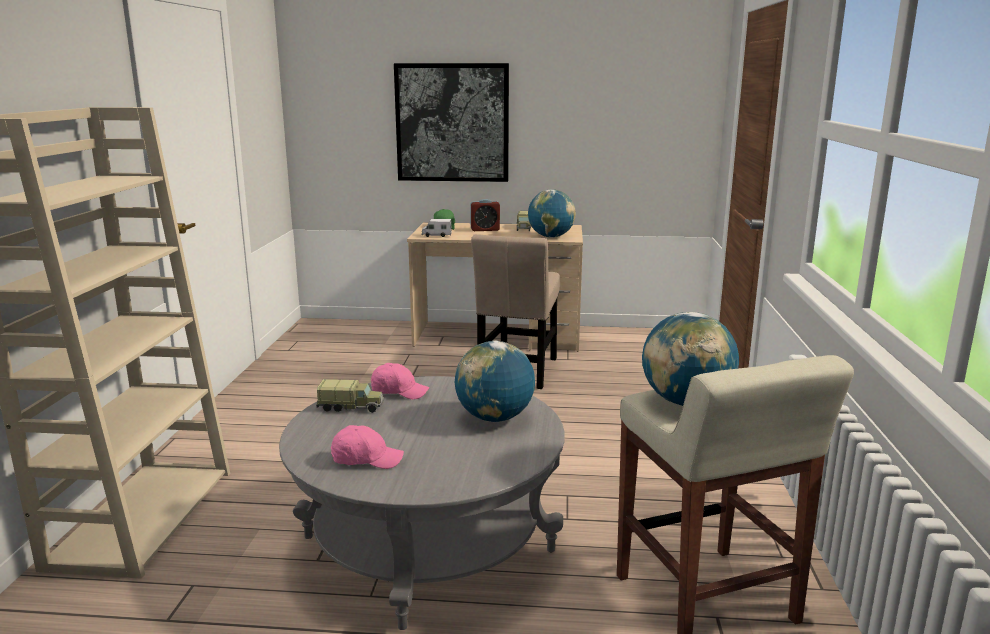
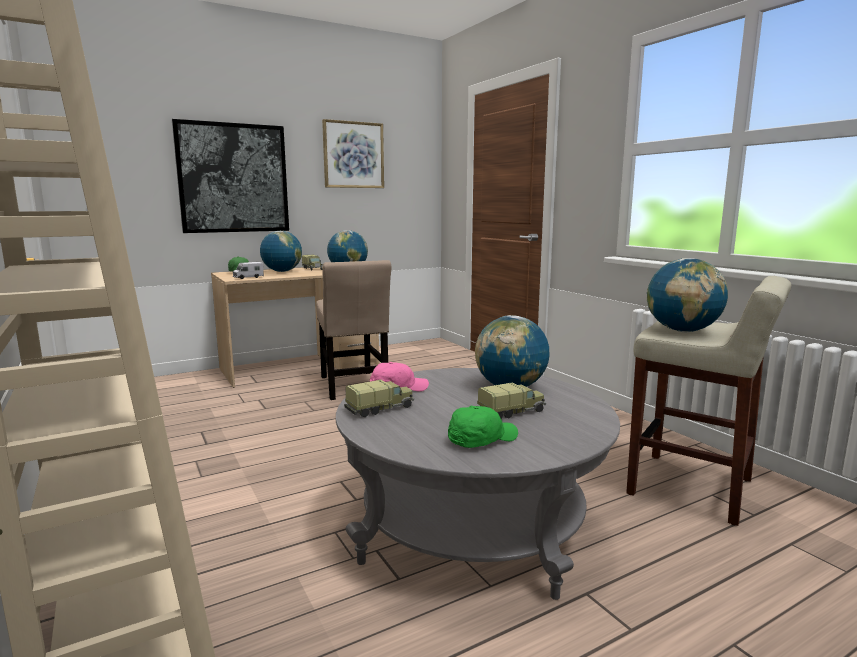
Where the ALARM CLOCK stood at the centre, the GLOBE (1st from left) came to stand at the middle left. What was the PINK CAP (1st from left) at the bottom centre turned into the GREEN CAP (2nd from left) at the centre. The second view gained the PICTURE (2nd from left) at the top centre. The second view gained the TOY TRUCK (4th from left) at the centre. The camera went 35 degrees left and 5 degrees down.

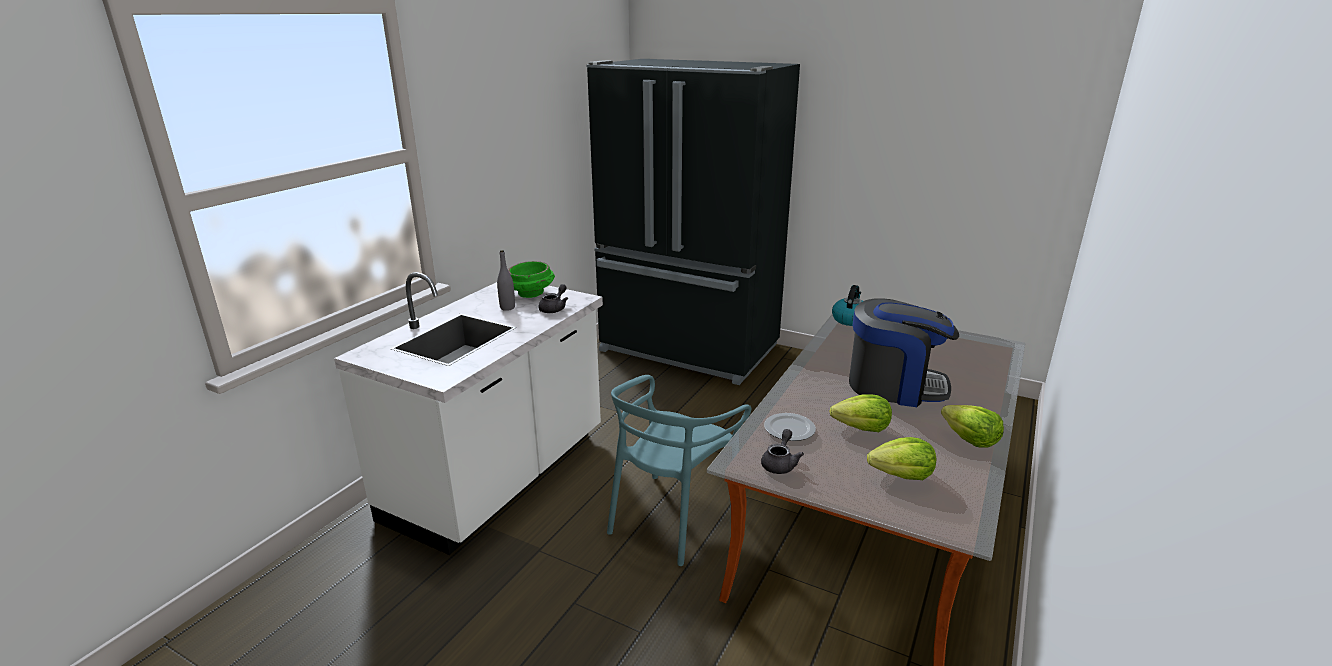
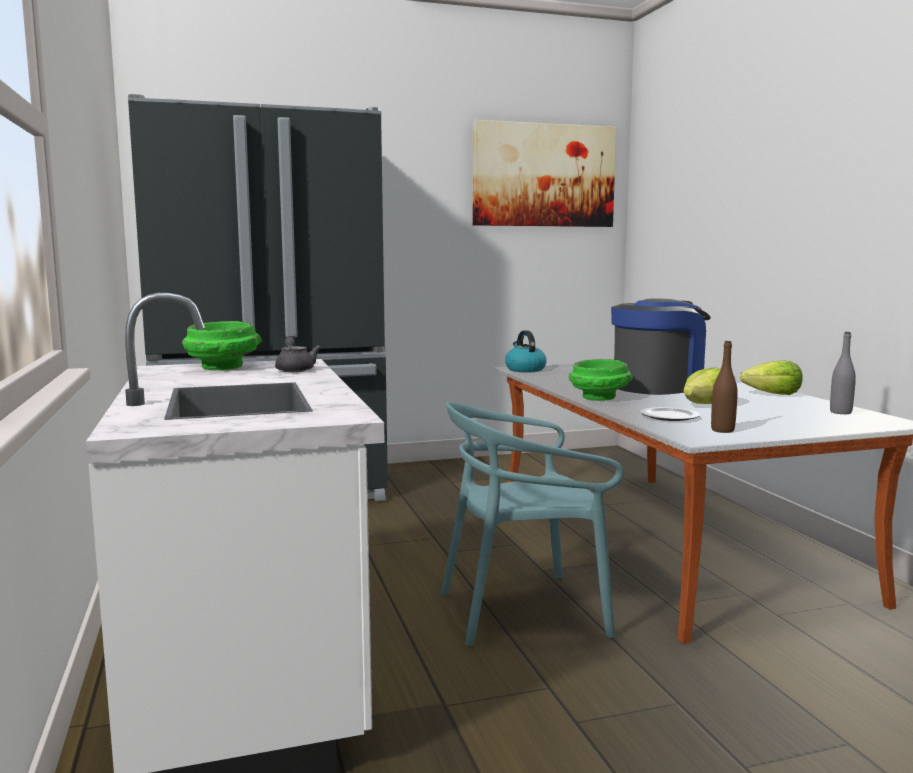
The GREY BOTTLE ended up elsewhere, having gone from the centre to the middle right. The TURQUOISE CHAIR at the bottom centre ended up facing another way, 90 degrees clockwise from before. Where the GREY TEAPOT (2nd from left) stood at the bottom centre, the BROWN BOTTLE came to stand at the middle right. The second view lost the LETTUCE (2nd from left) at the bottom right. The second view gained the PICTURE at the top centre. The second view gained the GREEN BOWL (2nd from left) at the centre. The camera went 45 degrees left and 15 degrees down.

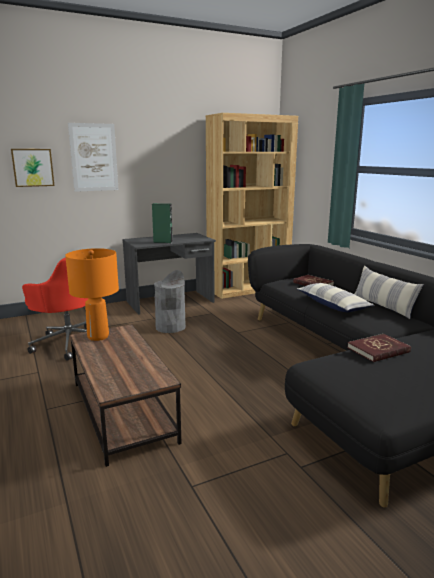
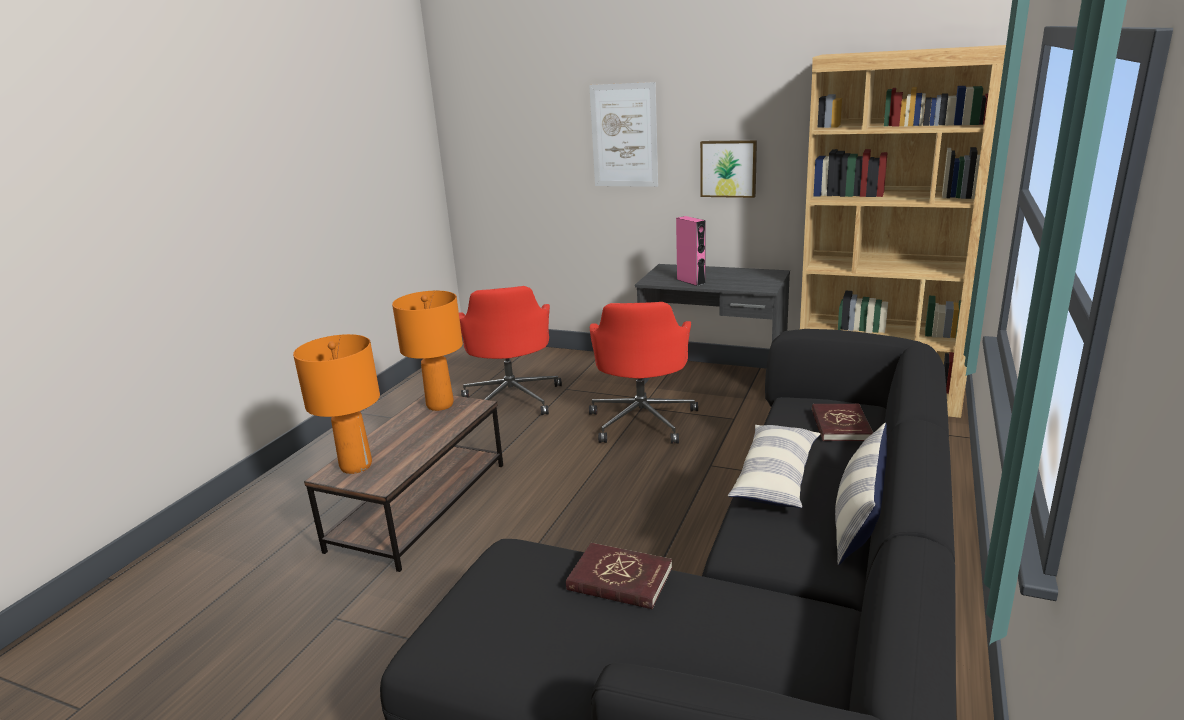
The PICTURE (1st from left in the first image) ended up elsewhere, having gone from the top left to the top centre. What was the GREEN SPEAKER at the centre turned into the PINK SPEAKER at the centre. Where the GREY TRASH CAN stood at the centre, the RED OFFICE CHAIR (2nd from left) came to stand at the centre. The second view gained the ORANGE TABLE LAMP (1st from left) at the middle left. The camera went 50 degrees right and 5 degrees up.

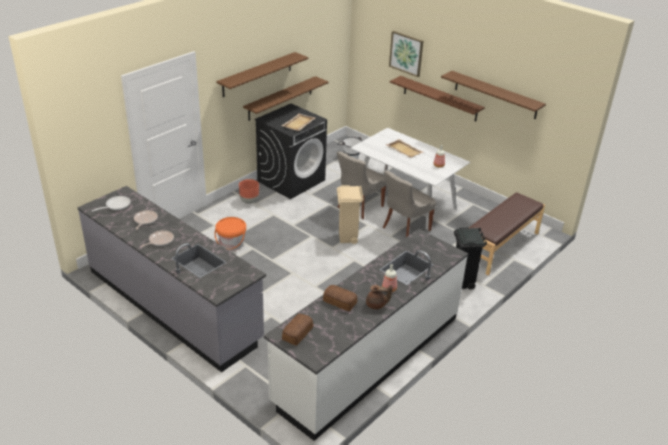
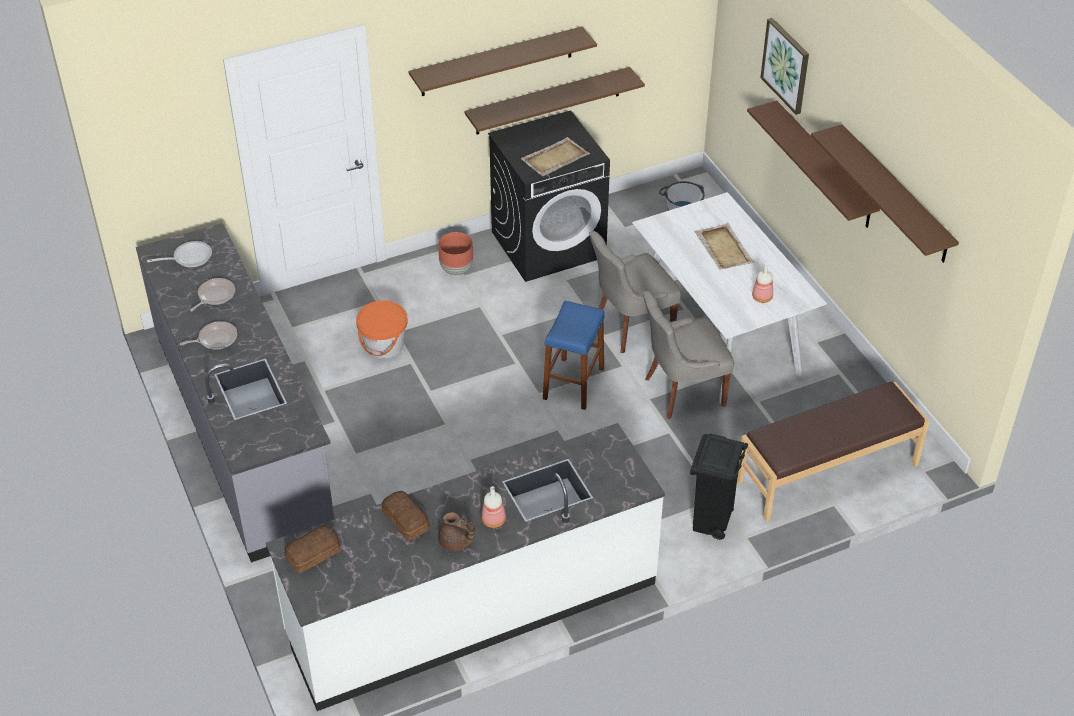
Where the BEIGE TRASH CAN stood at the centre, the BLUE STOOL came to stand at the centre. The camera went 25 degrees right and 10 degrees up.

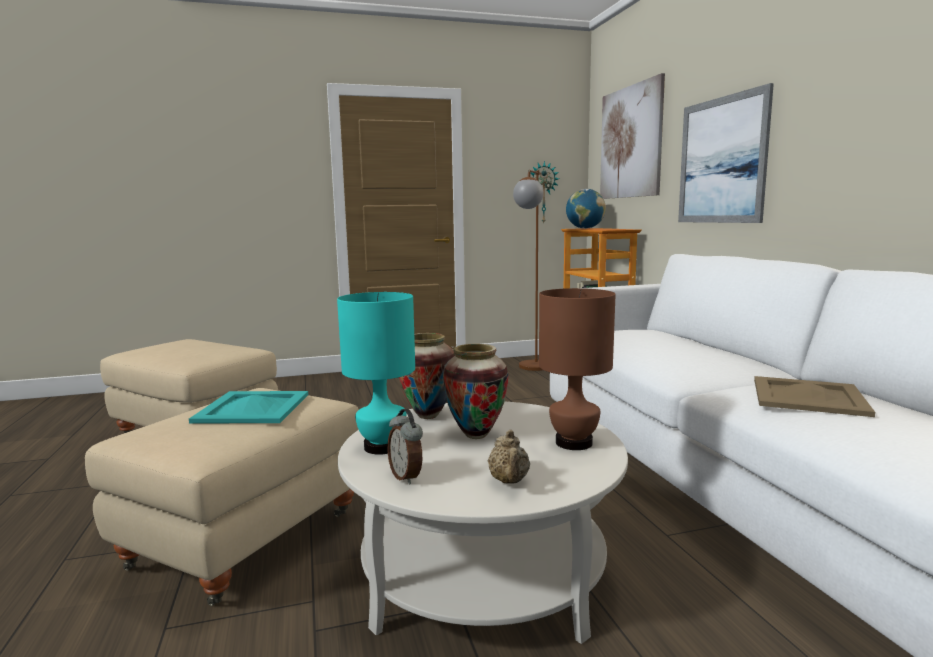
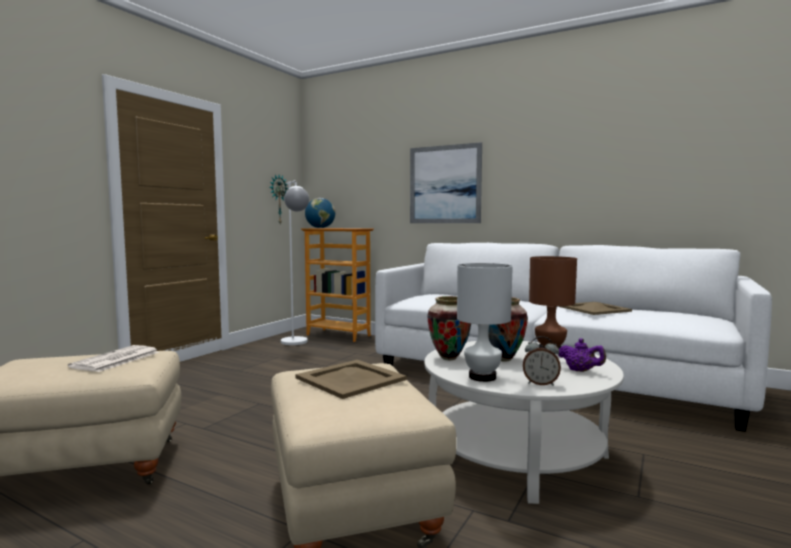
The second view lost the PICTURE (1st from left) at the top right. What was the BROWN FLOOR LAMP at the centre turned into the WHITE FLOOR LAMP at the centre. What was the TURQUOISE TABLE LAMP at the centre turned into the WHITE TABLE LAMP at the centre. What was the TURQUOISE TRAY at the middle left turned into the BEIGE TRAY (1st from left) at the bottom centre. What was the BEIGE TEAPOT at the bottom centre turned into the PURPLE TEAPOT at the middle right. The second view gained the NEWSPAPER at the middle left. The camera went 45 degrees left and 5 degrees down.

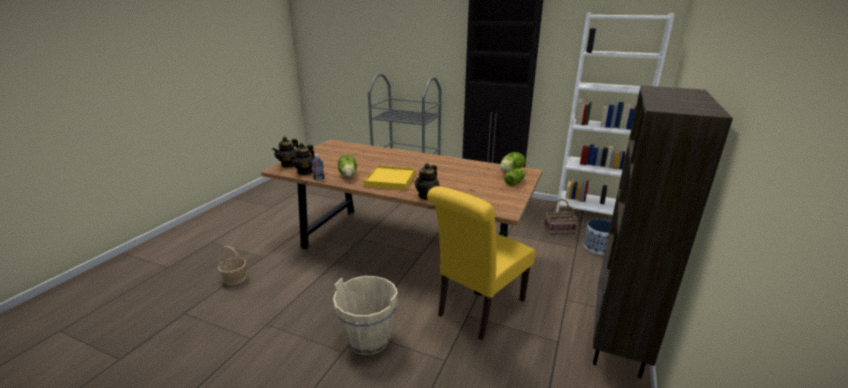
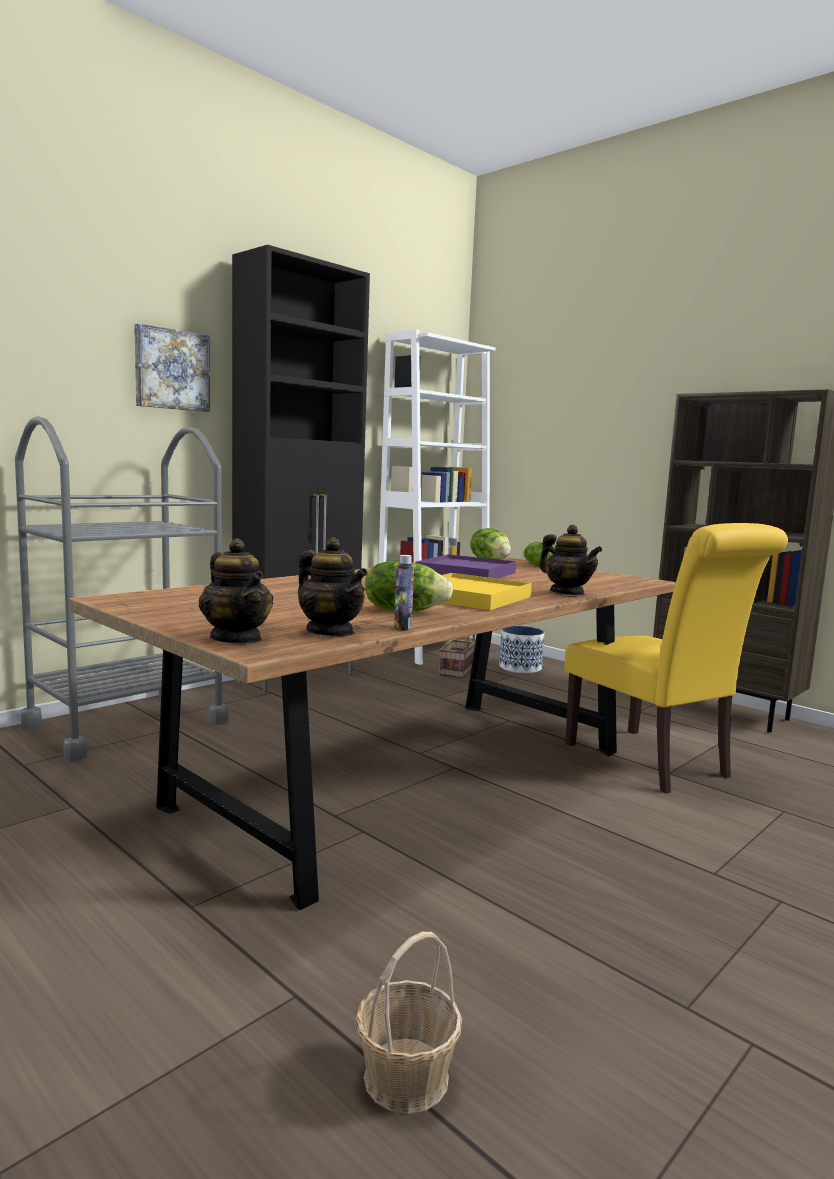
The second view lost the BEIGE BUCKET at the bottom centre. The second view gained the PICTURE at the top left. The second view gained the PURPLE TRAY at the centre. The camera went 70 degrees left and 15 degrees down.

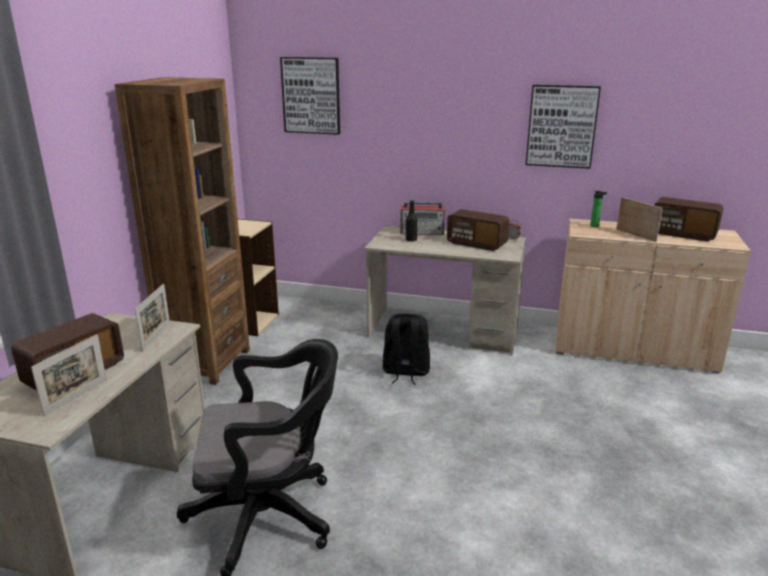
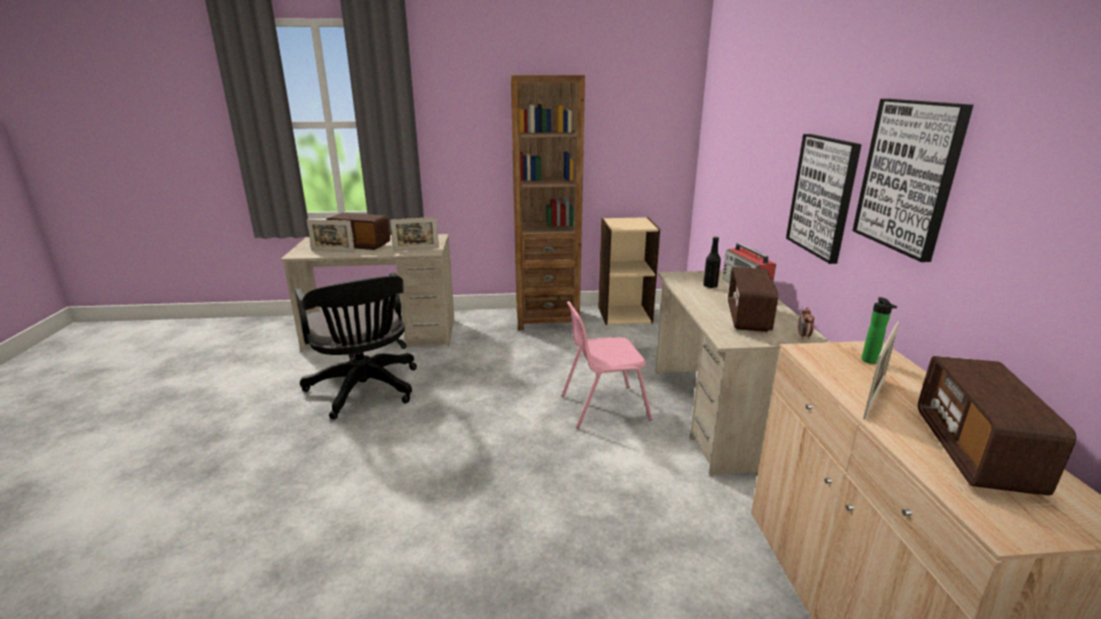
The PICTURE (1st from left) ended up elsewhere, having gone from the top centre to the top right. Where the BLACK BACKPACK stood at the centre, the PINK CHAIR came to stand at the centre. The camera went 70 degrees right and 0 degrees up.

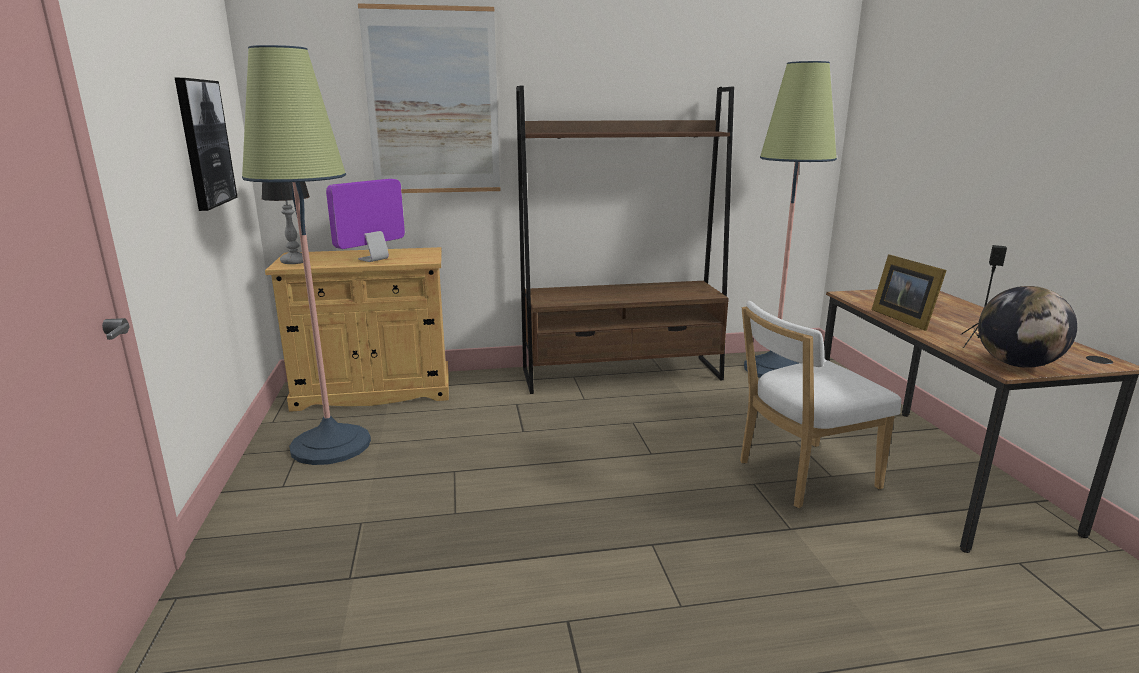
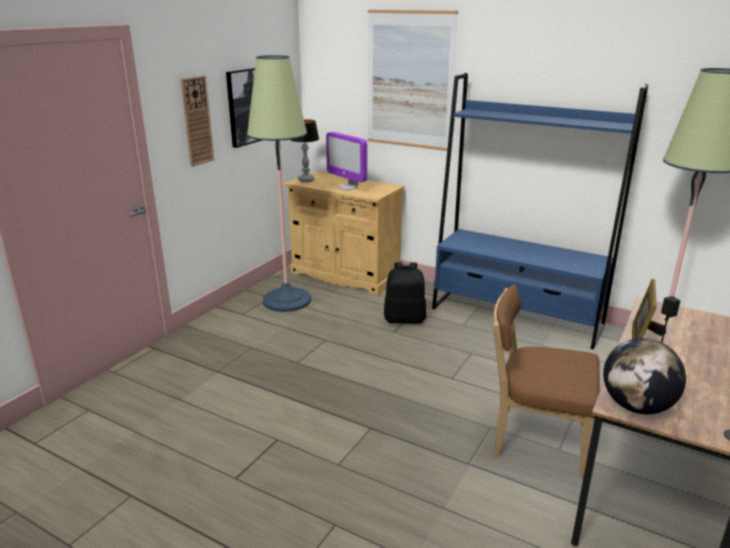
What was the BROWN BOOKCASE at the centre turned into the BLUE BOOKCASE at the middle right. The MONITOR at the top left ended up facing another way, 120 degrees counterclockwise from before. What was the WHITE CHAIR at the middle right turned into the BROWN CHAIR at the bottom right. The second view gained the WALL CLOCK at the top left. The second view gained the BLACK BACKPACK at the centre. The camera went 40 degrees right and 5 degrees up.

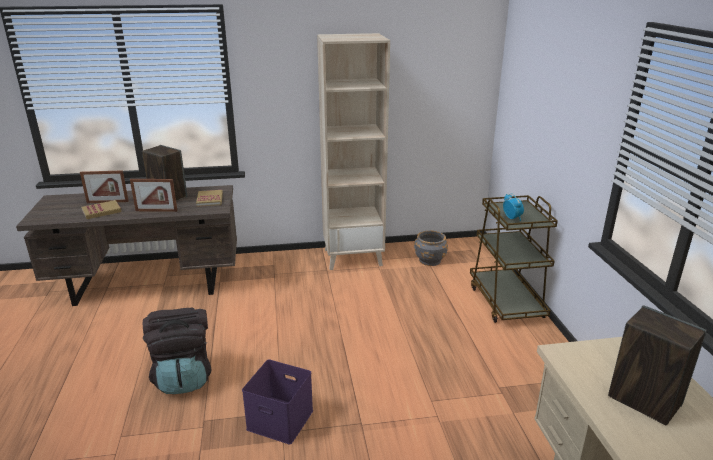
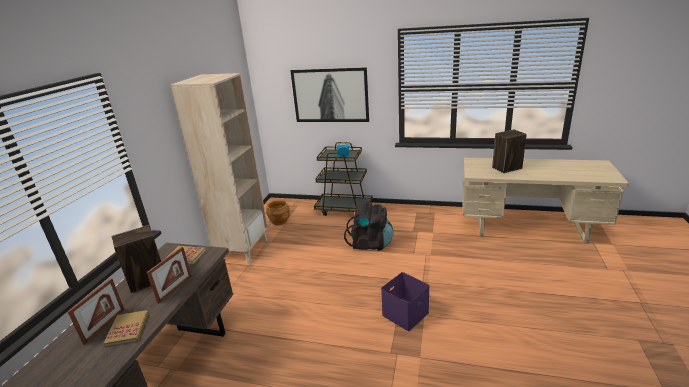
What was the GREY PLANTER at the centre turned into the BROWN PLANTER at the centre. The BLACK BACKPACK ended up elsewhere, having gone from the bottom left to the centre. The second view gained the PICTURE at the top centre. The camera went 65 degrees left and 0 degrees up.

